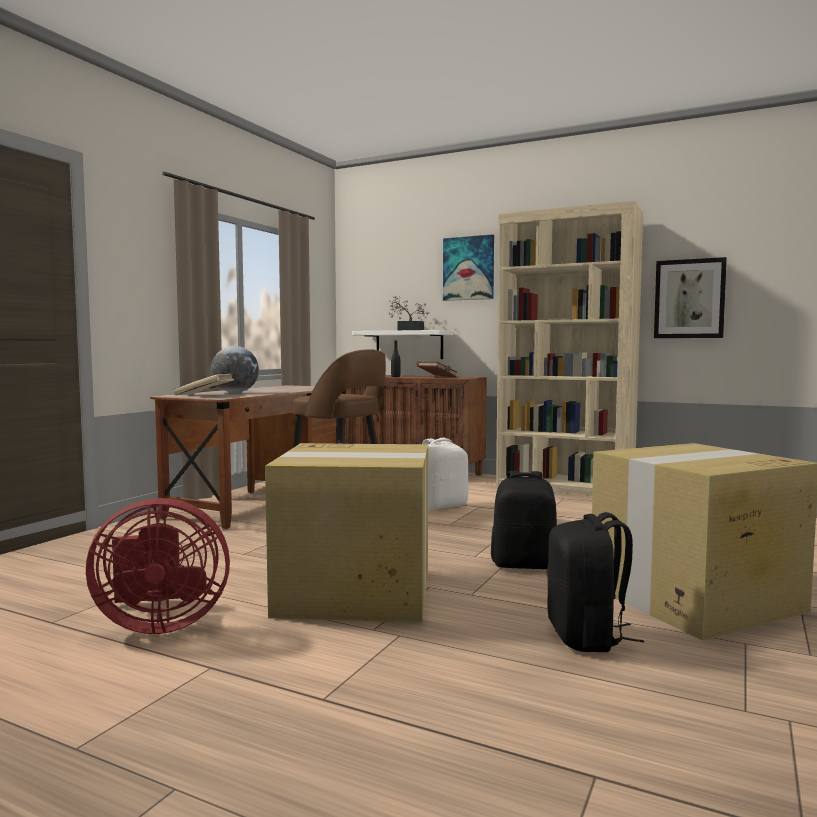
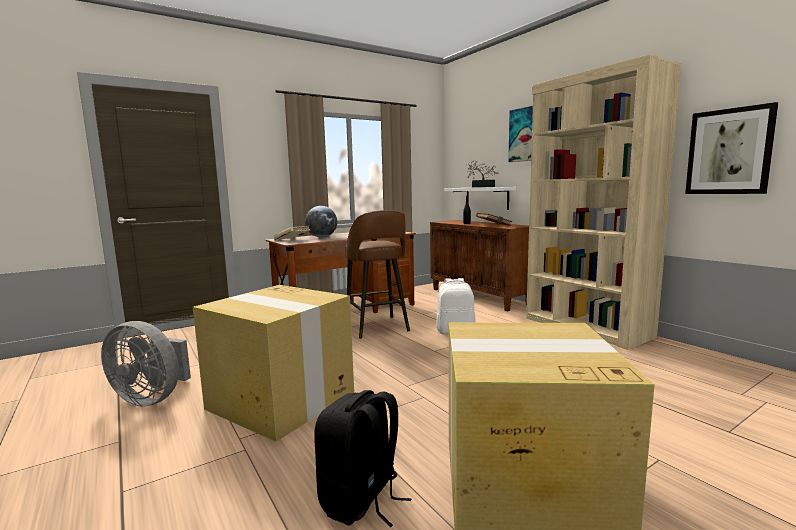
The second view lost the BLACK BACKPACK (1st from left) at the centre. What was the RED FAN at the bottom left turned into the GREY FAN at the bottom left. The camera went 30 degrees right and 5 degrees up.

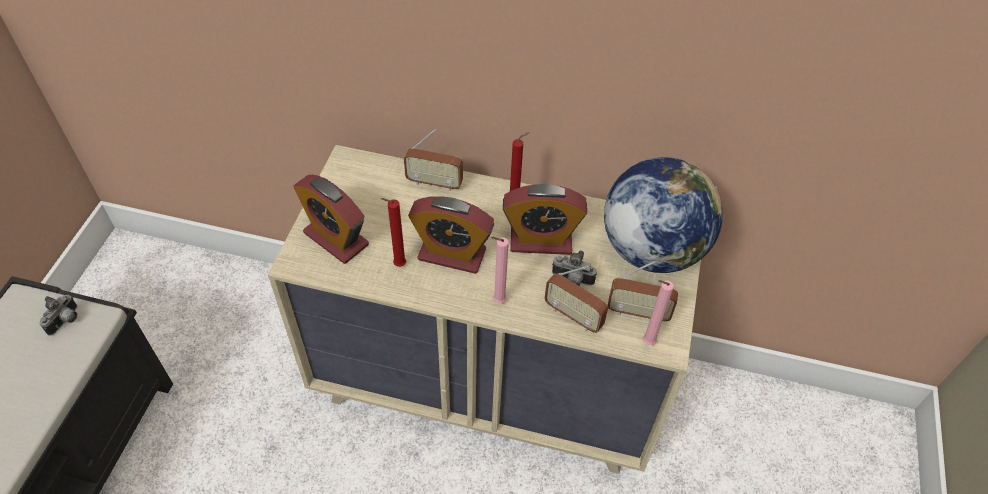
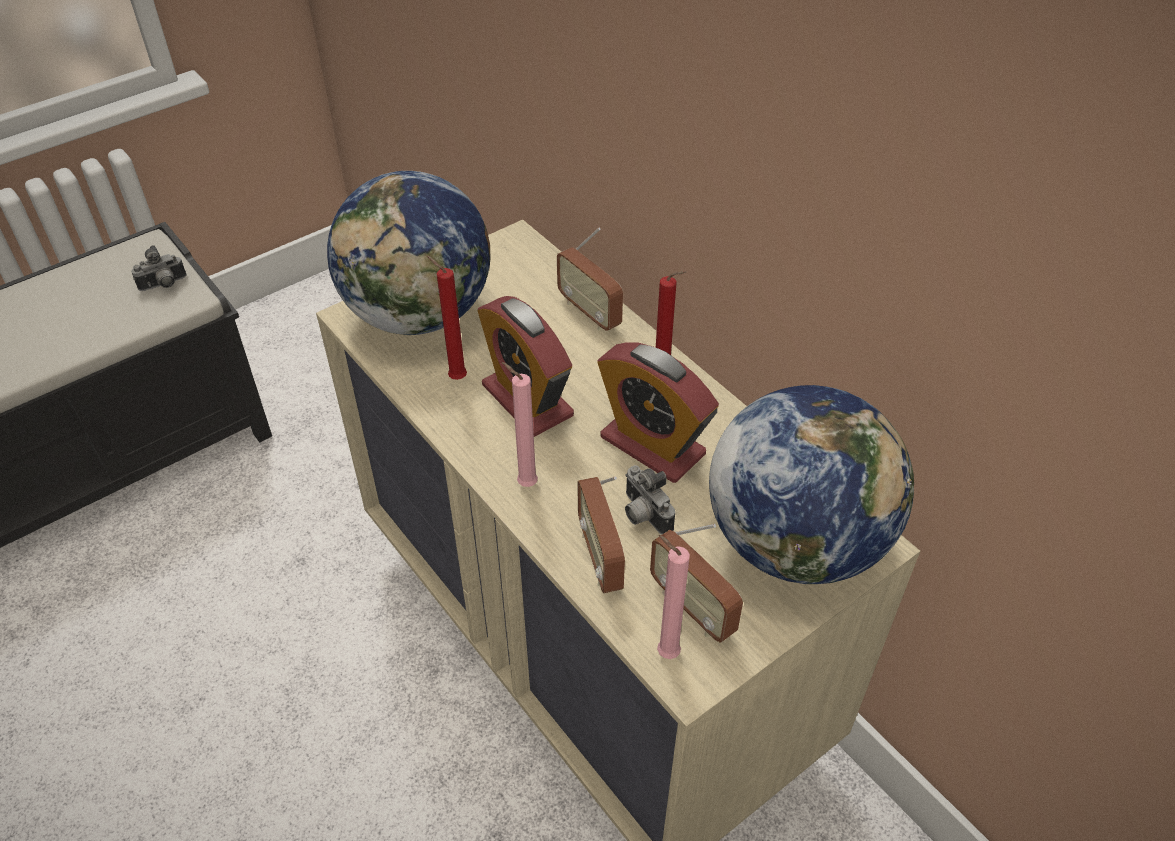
Where the ALARM CLOCK (1st from left) stood at the centre, the GLOBE (1st from left) came to stand at the top centre. The camera went 40 degrees right and 5 degrees down.

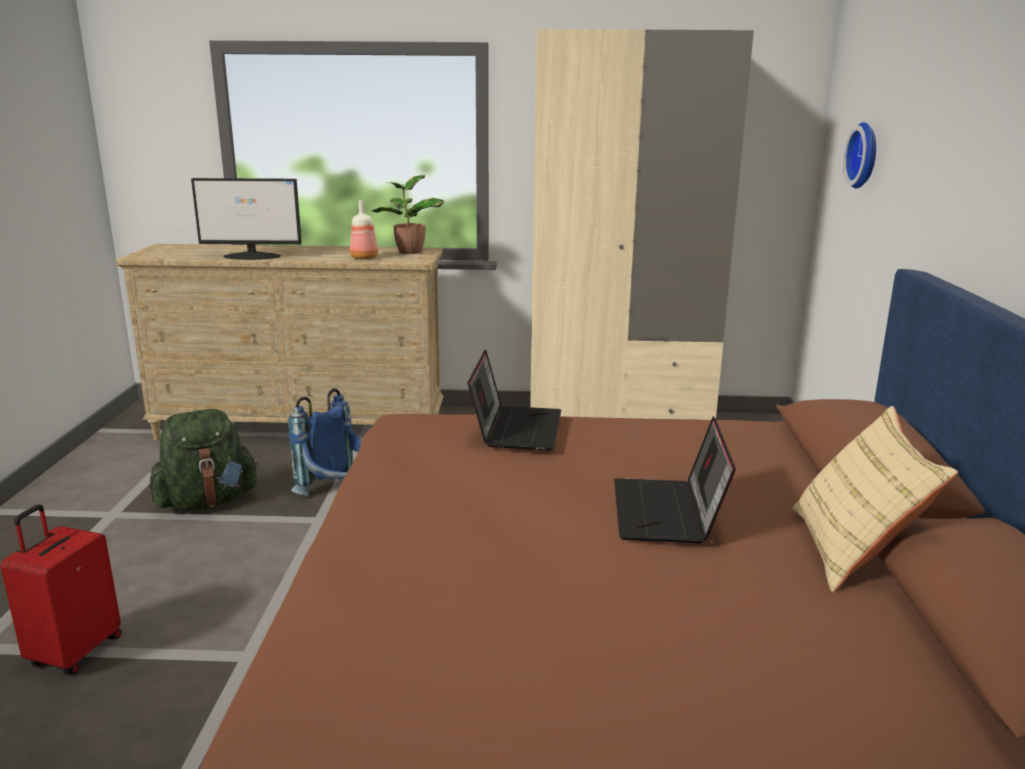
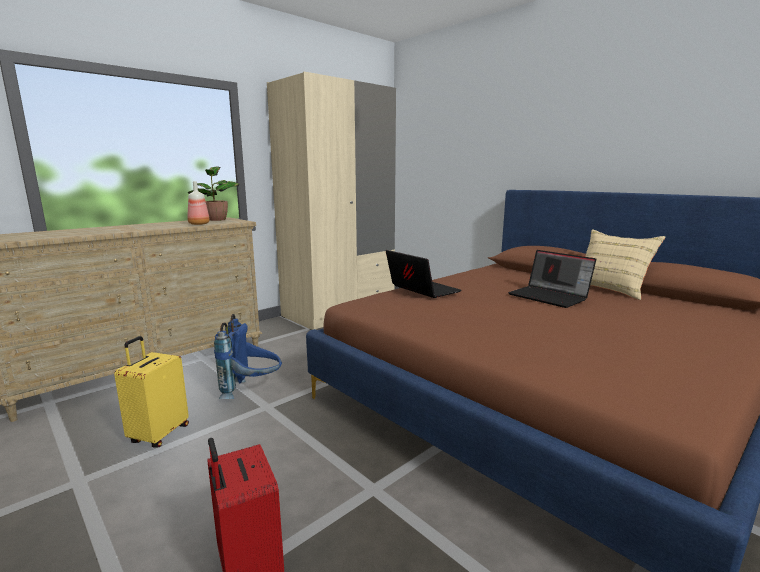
The second view lost the WALL CLOCK at the top right. The second view lost the MONITOR at the top left. Where the GREEN BACKPACK stood at the middle left, the YELLOW SUITCASE came to stand at the bottom left. The camera went 45 degrees left and 5 degrees down.

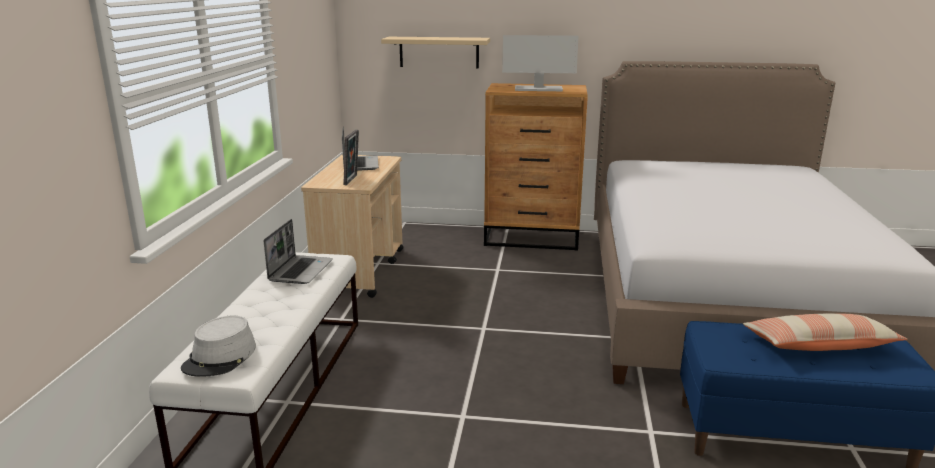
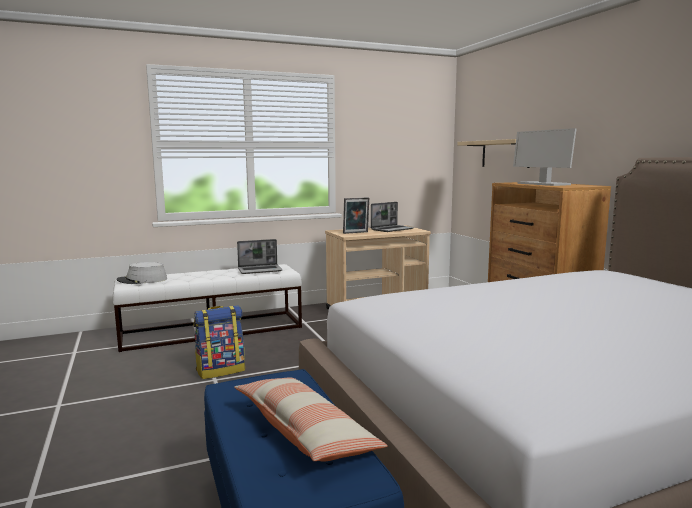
The second view gained the BACKPACK at the bottom left. The camera went 60 degrees right and 10 degrees down.

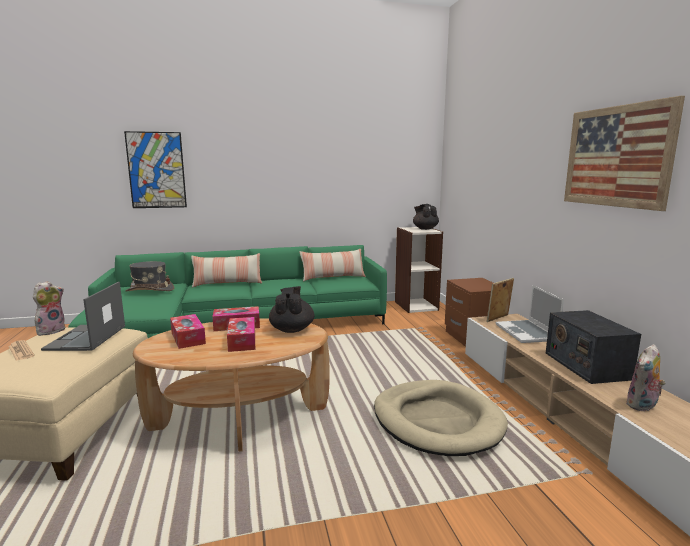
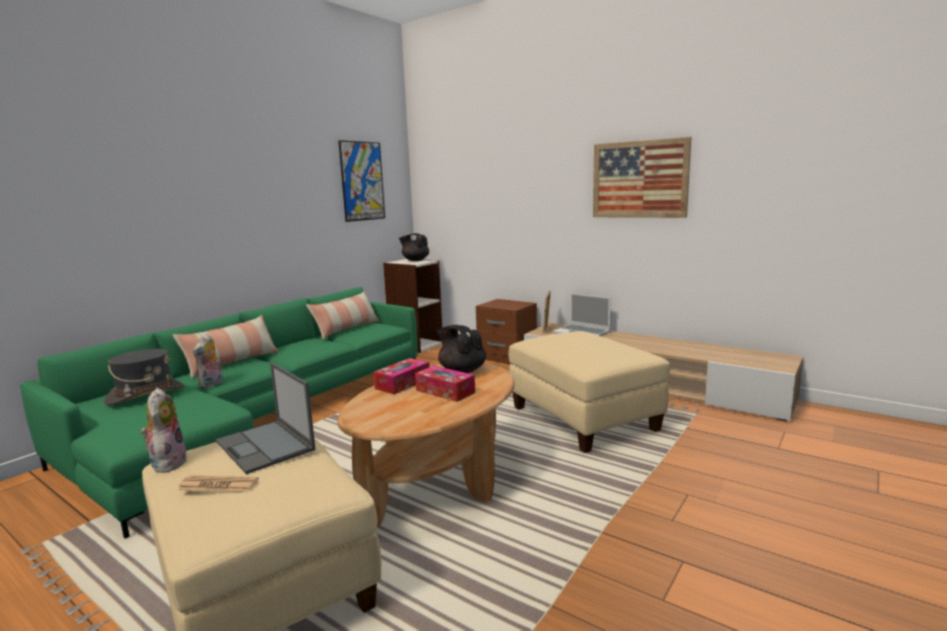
The PICTURE (1st from left) ended up elsewhere, having gone from the top left to the top centre. The second view lost the RADIO at the middle right. The second view lost the TISSUE BOX (1st from left) at the middle left. The PLUSH TOY (2nd from left) ended up elsewhere, having gone from the bottom right to the middle left. Where the BEIGE DOG BED stood at the bottom centre, the BEIGE OTTOMAN (2nd from left) came to stand at the centre. The camera went 40 degrees left and 0 degrees up.

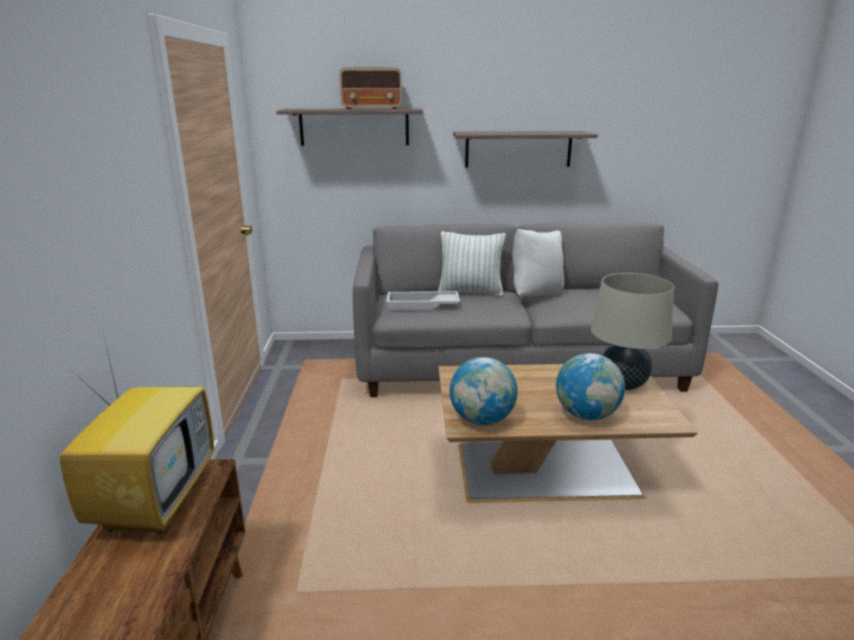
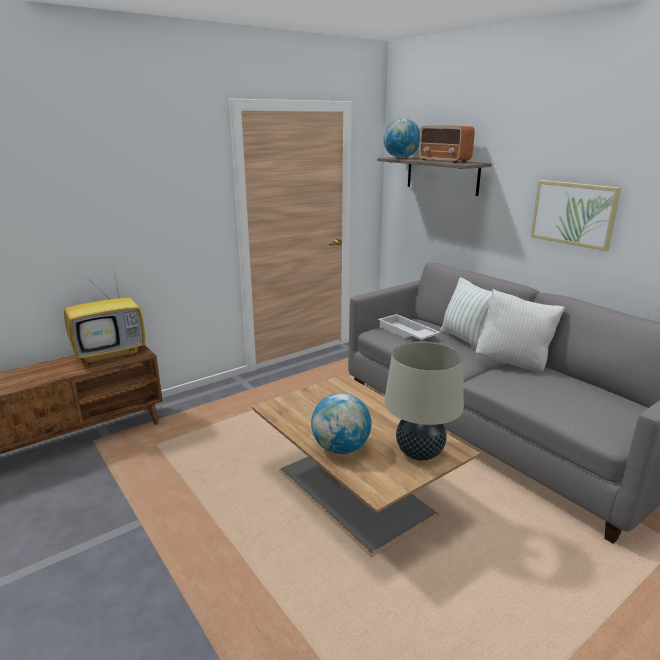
Where the SHELF (2nd from left) hung at the top centre, the PICTURE came to hang at the top right. The GLOBE (1st from left in the first image) ended up elsewhere, having gone from the centre to the top centre. The camera went 55 degrees right and 0 degrees up.

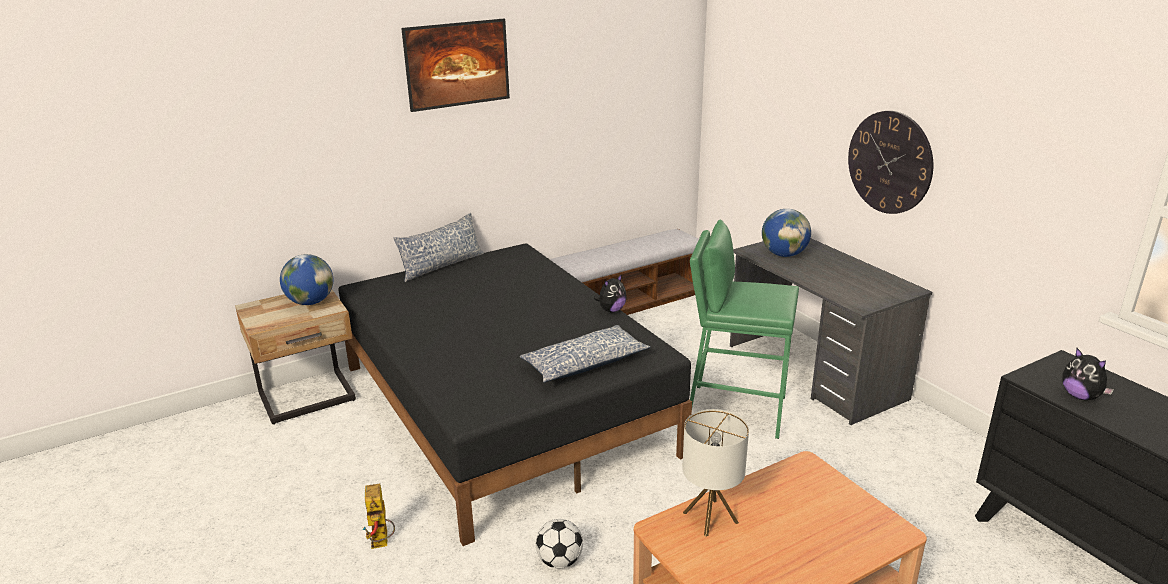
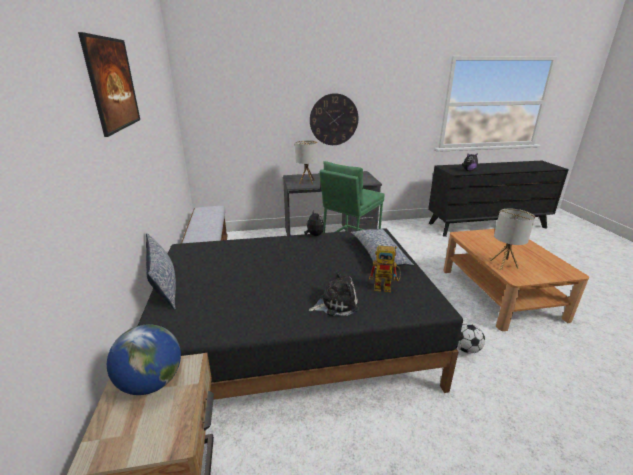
Where the GLOBE (2nd from left) stood at the middle right, the TABLE LAMP (1st from left) came to stand at the centre. The TOY ROBOT ended up elsewhere, having gone from the bottom left to the centre. The second view gained the PLUSH TOY (2nd from left) at the centre. The camera went 70 degrees left and 0 degrees up.

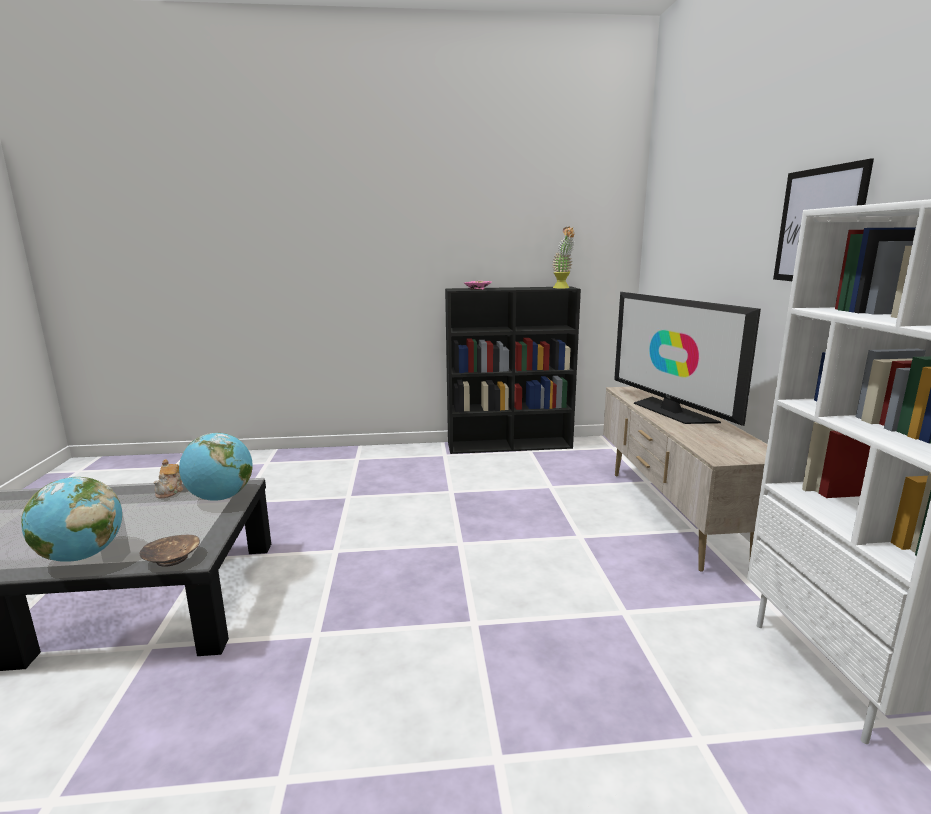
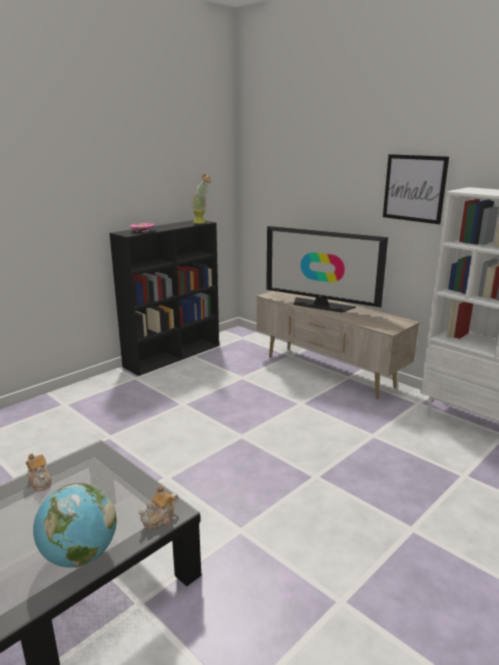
The second view lost the GLOBE (2nd from left) at the middle left. Where the BROWN BOWL stood at the bottom left, the TEAPOT (2nd from left) came to stand at the bottom left. The camera went 40 degrees left and 5 degrees up.

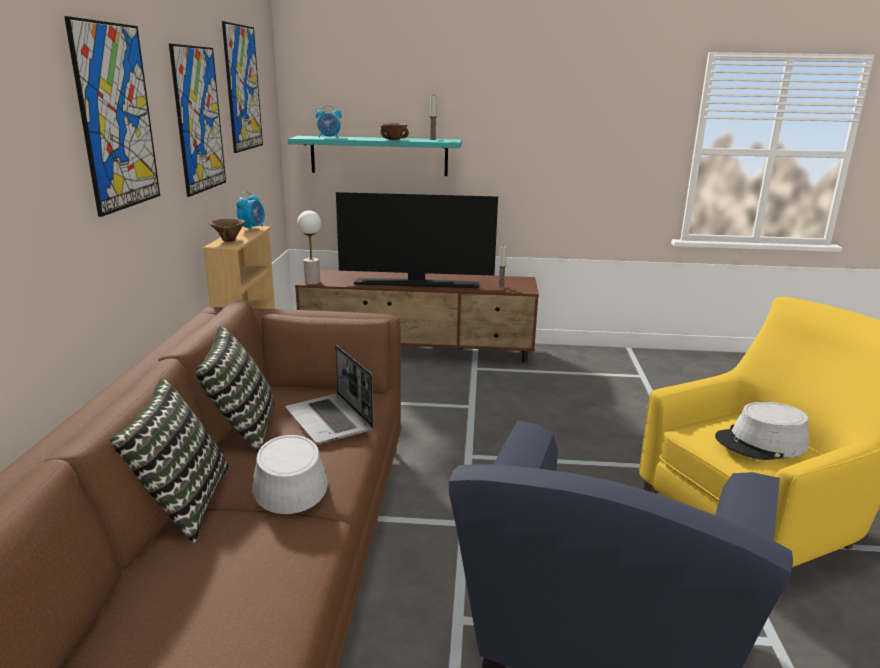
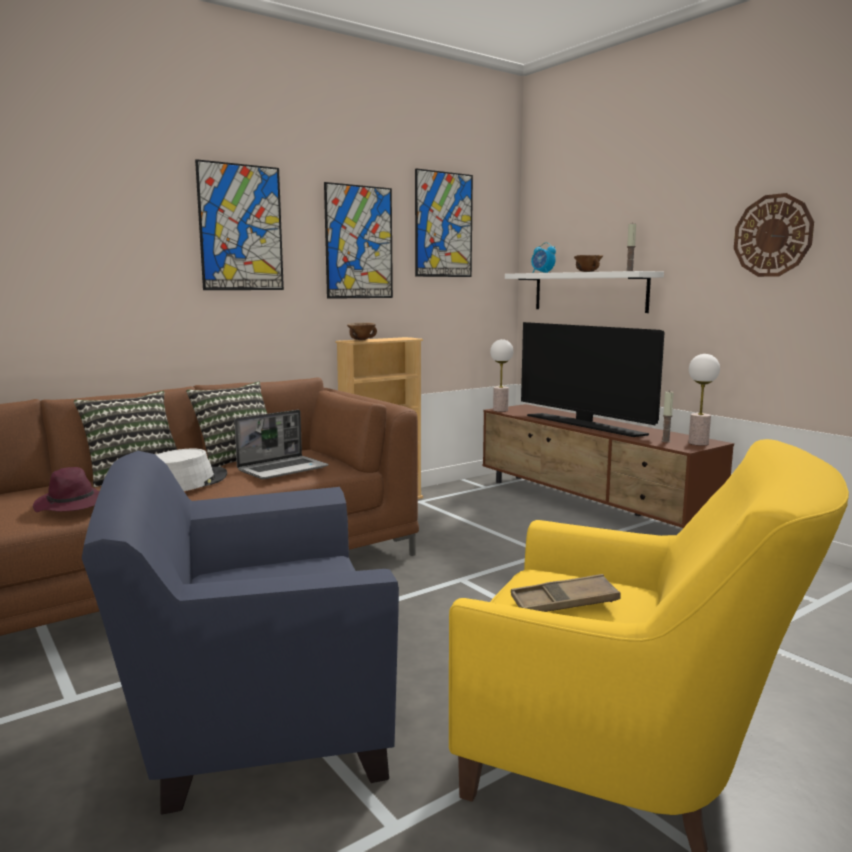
What was the TURQUOISE SHELF at the top centre turned into the WHITE SHELF at the middle right. The second view lost the ALARM CLOCK (1st from left) at the top left. The LAPTOP at the centre ended up facing another way, 150 degrees counterclockwise from before. Where the GREY HAT (2nd from left) stood at the middle right, the BROWN TRAY came to stand at the bottom centre. The second view gained the WALL CLOCK at the top right. The second view gained the TABLE LAMP (2nd from left) at the middle right. The second view gained the PURPLE HAT at the middle left. The camera went 50 degrees right and 10 degrees down.

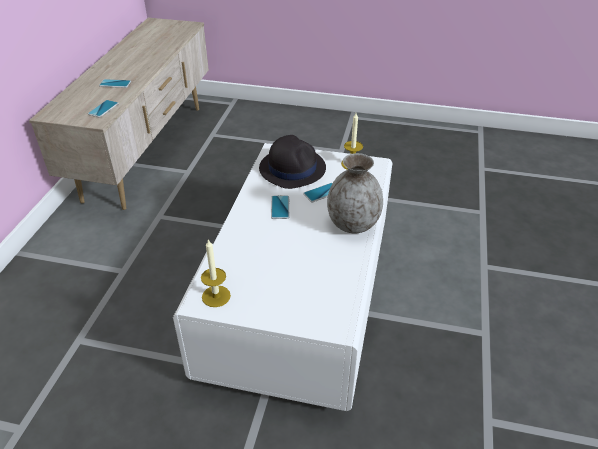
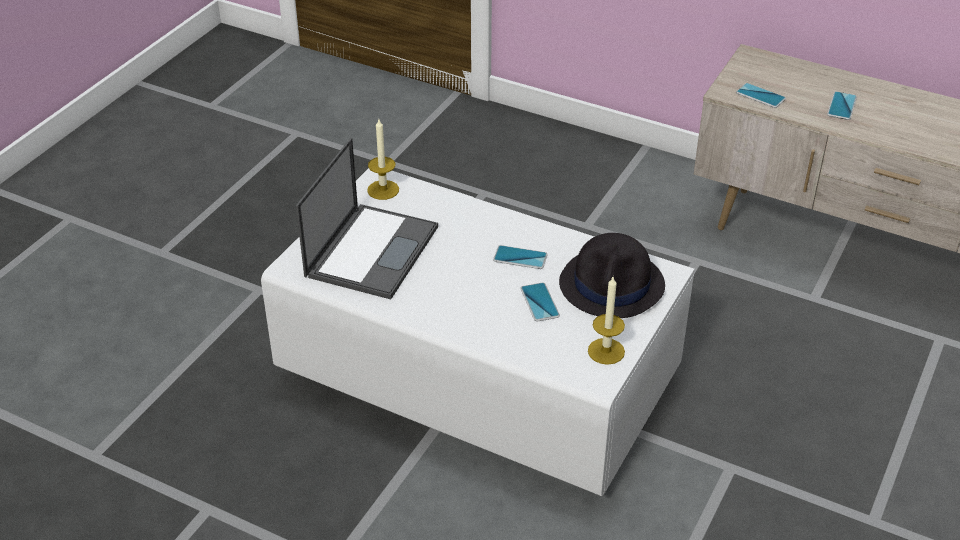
The second view lost the GREY VASE at the centre. The second view gained the LAPTOP at the centre. The camera went 105 degrees right and 0 degrees up.

